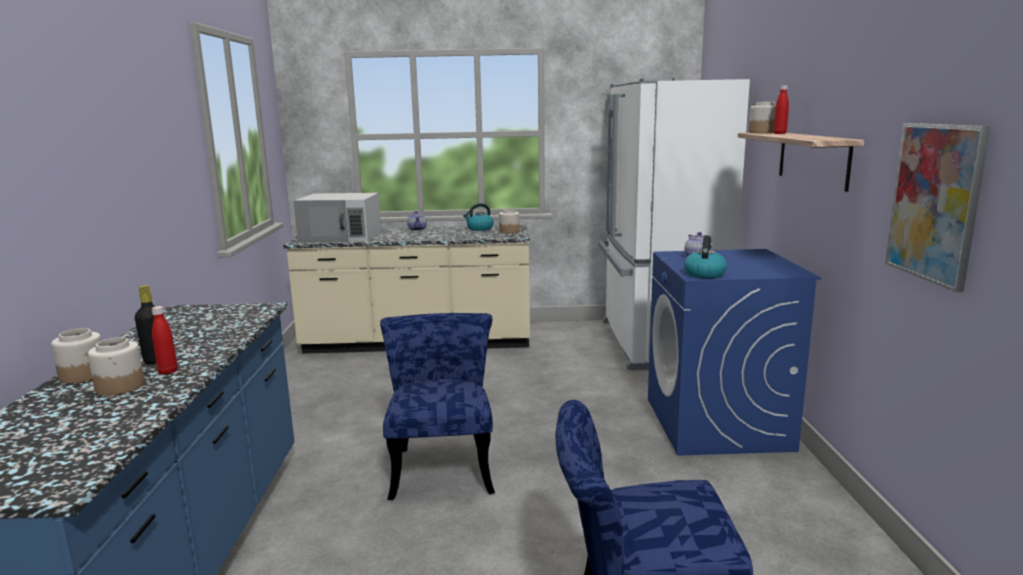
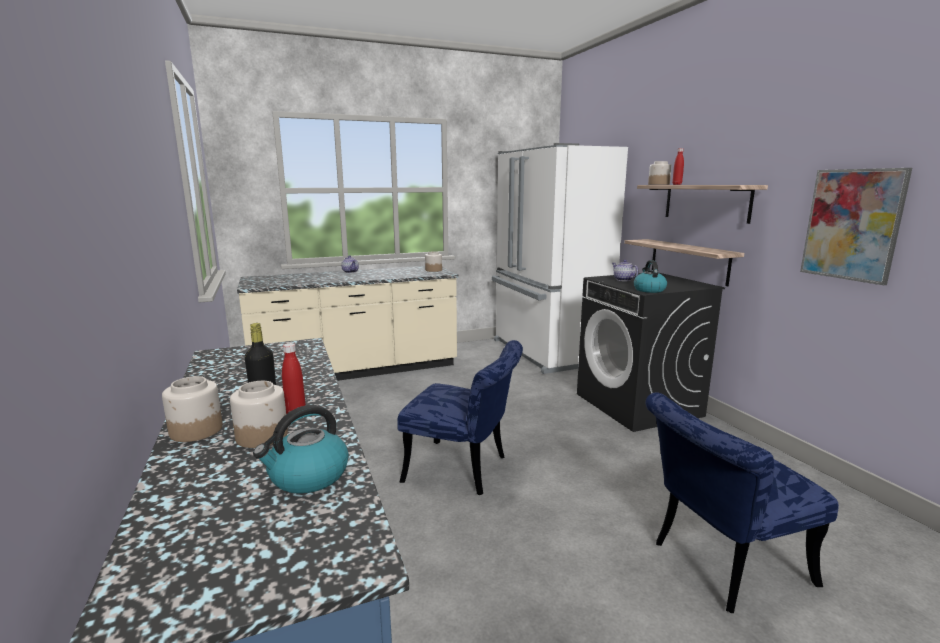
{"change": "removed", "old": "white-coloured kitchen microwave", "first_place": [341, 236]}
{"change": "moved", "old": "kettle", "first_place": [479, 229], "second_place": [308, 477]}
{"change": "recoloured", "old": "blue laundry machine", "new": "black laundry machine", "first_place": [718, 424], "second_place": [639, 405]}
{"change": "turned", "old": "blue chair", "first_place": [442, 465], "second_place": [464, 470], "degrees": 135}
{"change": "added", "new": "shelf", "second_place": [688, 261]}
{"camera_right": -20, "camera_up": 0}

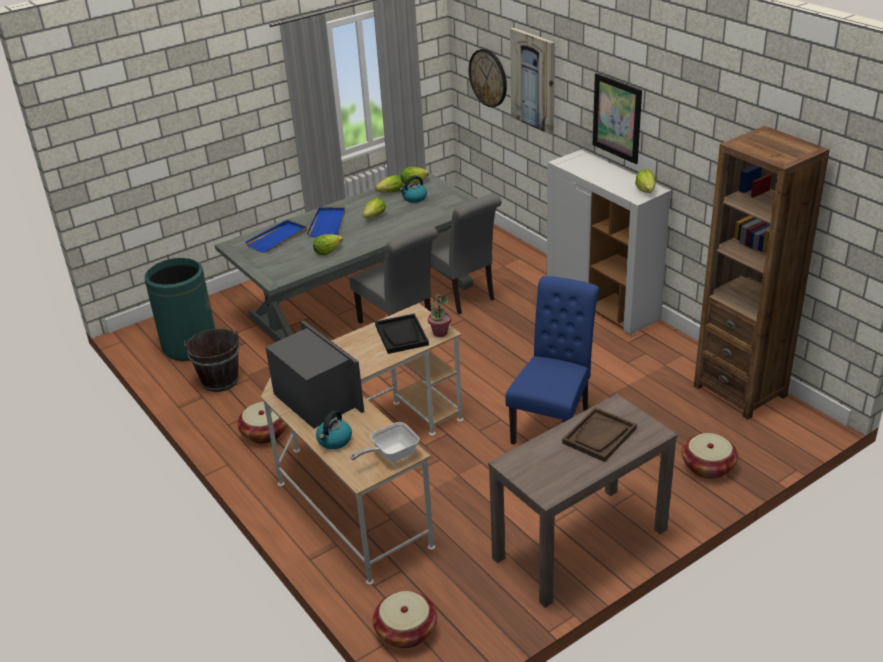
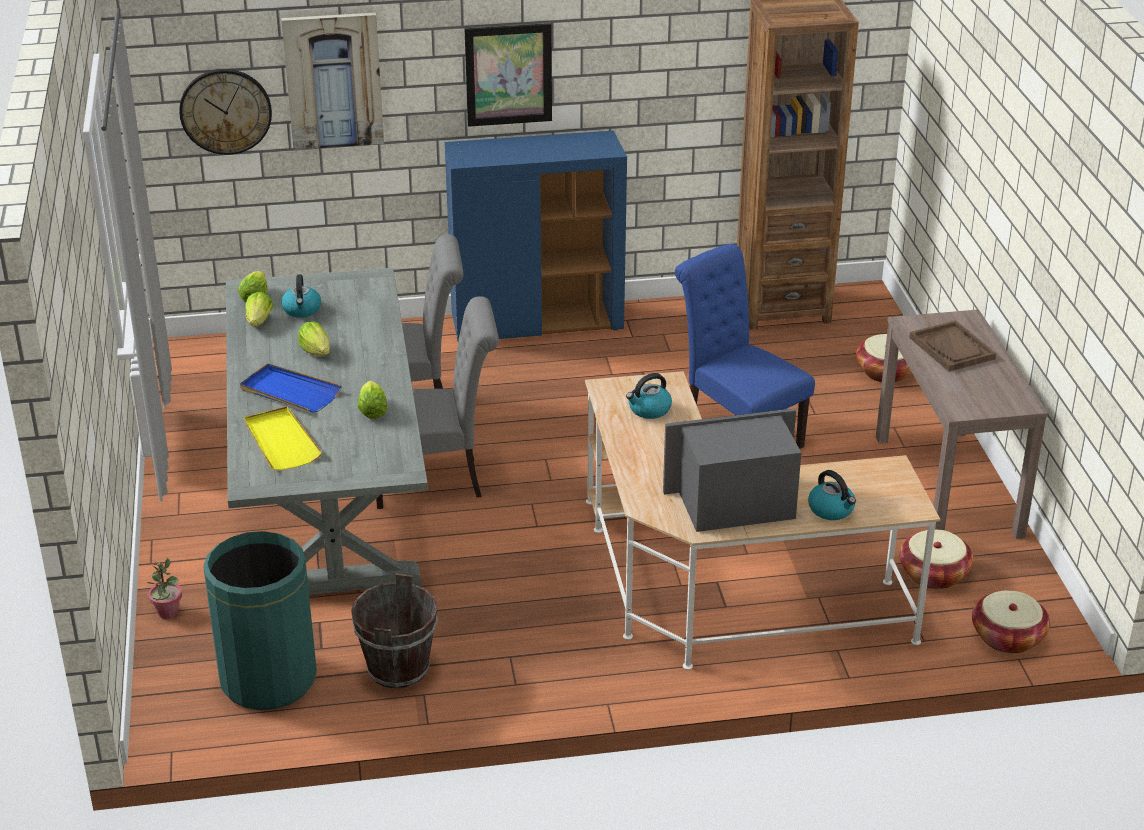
{"change": "recoloured", "old": "white-coloured storage cabinet", "new": "blue storage cabinet", "first_place": [603, 303], "second_place": [538, 323]}
{"change": "removed", "old": "head of lettuce", "first_place": [646, 190]}
{"change": "recoloured", "old": "blue serving tray", "new": "yellowish serving tray", "first_place": [277, 238], "second_place": [281, 442]}
{"change": "moved", "old": "houseplant", "first_place": [440, 333], "second_place": [167, 612]}
{"change": "replaced", "old": "black serving tray", "new": "kettle", "first_place": [401, 335], "second_place": [649, 410]}
{"change": "moved", "old": "storage basket", "first_place": [265, 433], "second_place": [933, 574]}
{"change": "removed", "old": "frying pan", "first_place": [391, 455]}
{"camera_right": -65, "camera_up": 0}

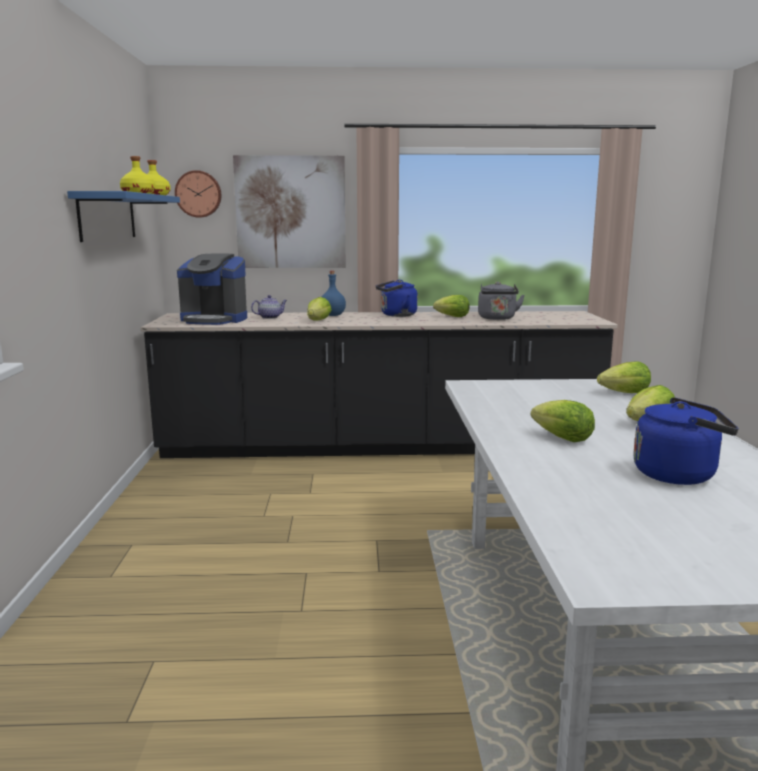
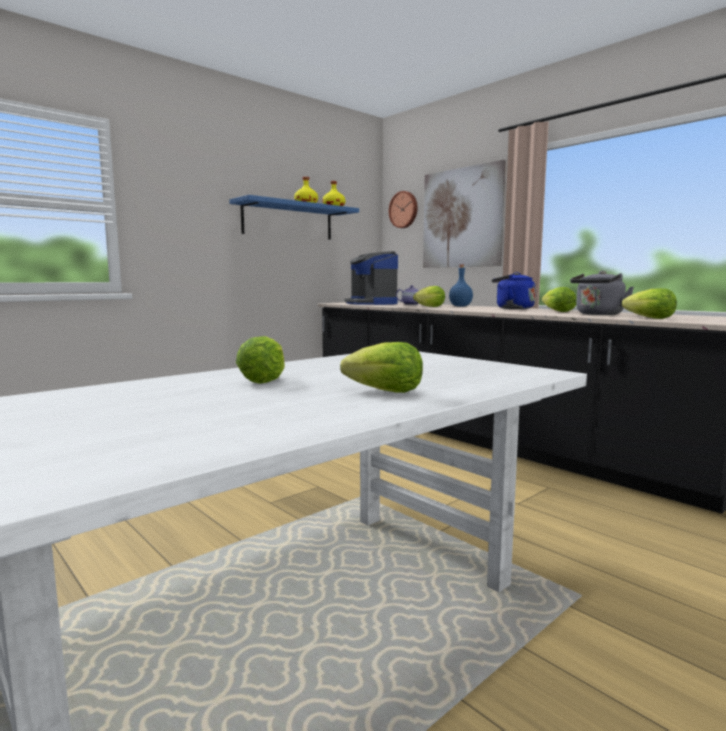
{"change": "moved", "old": "head of lettuce", "first_place": [625, 393], "second_place": [650, 318]}
{"change": "removed", "old": "blue kettle", "first_place": [679, 475]}
{"camera_right": 50, "camera_up": -5}

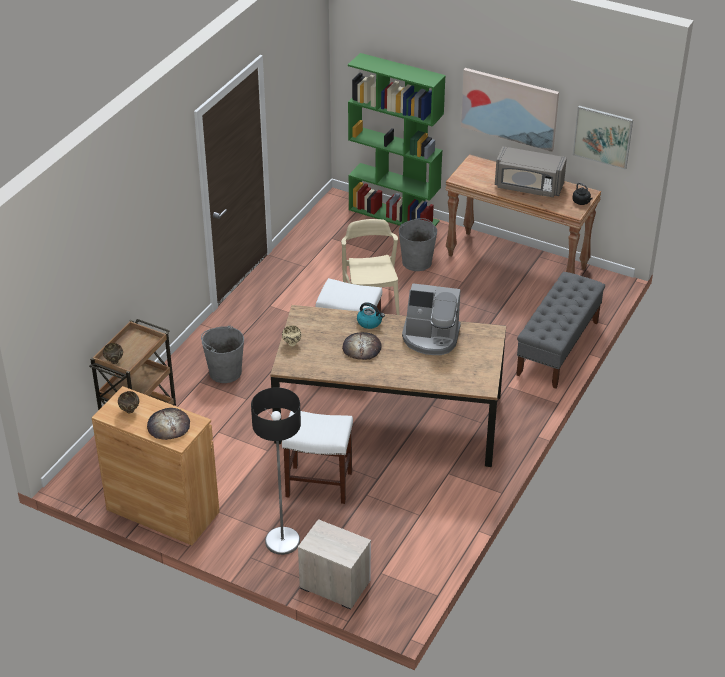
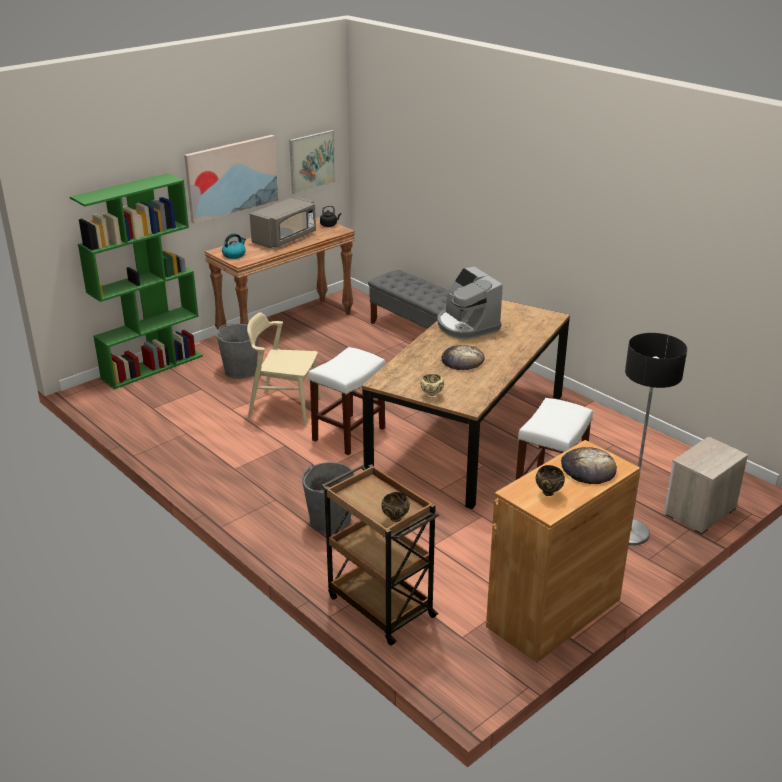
{"change": "turned", "old": "coffee machine", "first_place": [431, 337], "second_place": [466, 326], "degrees": 120}
{"change": "moved", "old": "kettle", "first_place": [370, 322], "second_place": [234, 255]}
{"camera_right": -70, "camera_up": -10}

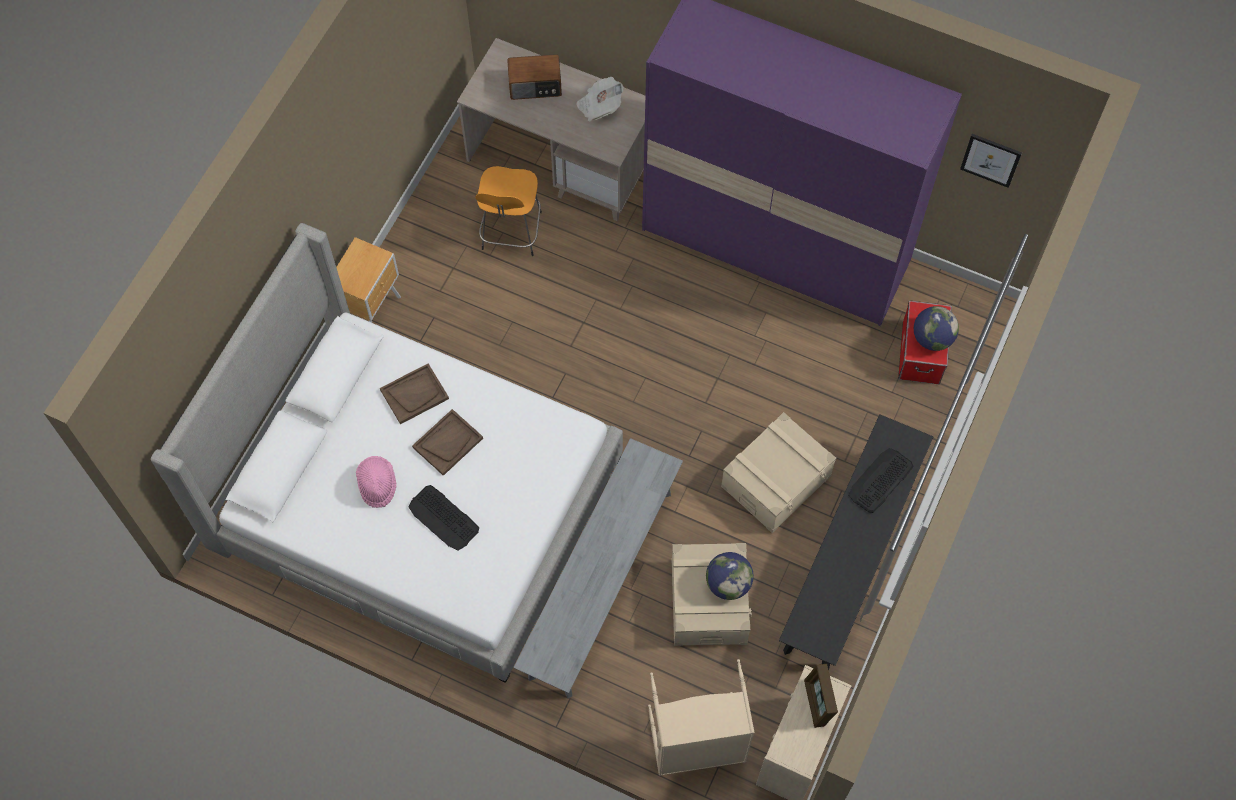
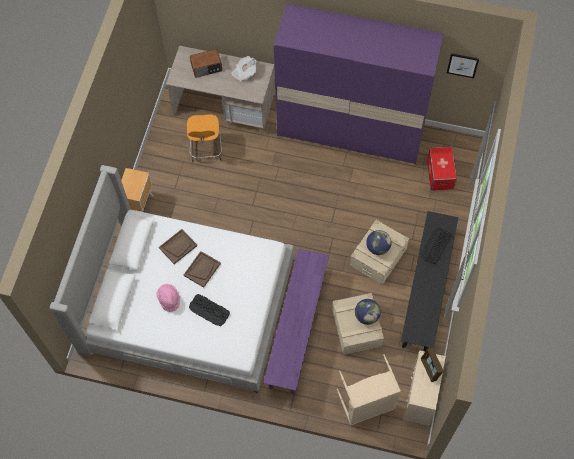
{"change": "moved", "old": "globe", "first_place": [932, 338], "second_place": [378, 247]}
{"change": "recoloured", "old": "gray indoor bench", "new": "purple-coloured indoor bench", "first_place": [601, 583], "second_place": [297, 329]}
{"camera_right": -10, "camera_up": 0}

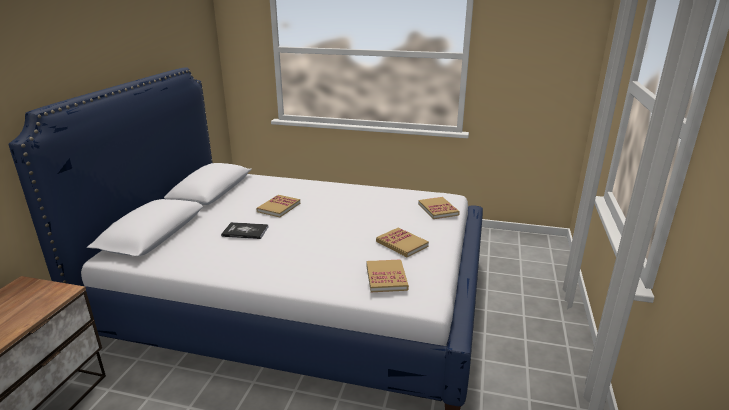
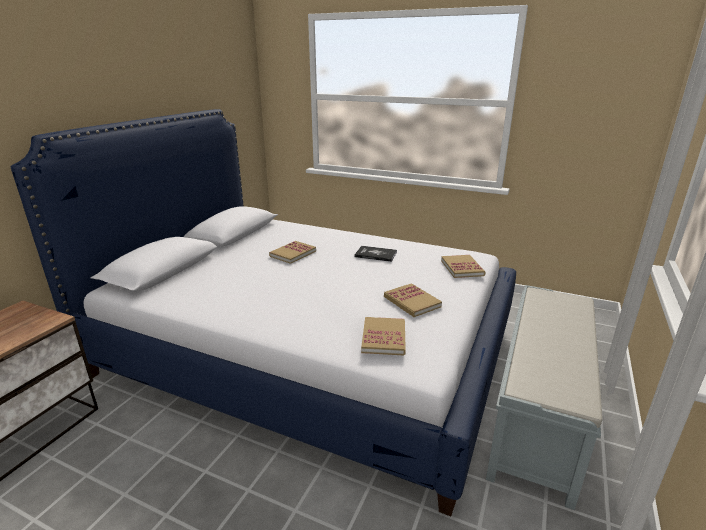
{"change": "moved", "old": "bound book", "first_place": [245, 231], "second_place": [375, 254]}
{"change": "added", "new": "gray indoor bench", "second_place": [537, 412]}
{"camera_right": 10, "camera_up": 0}

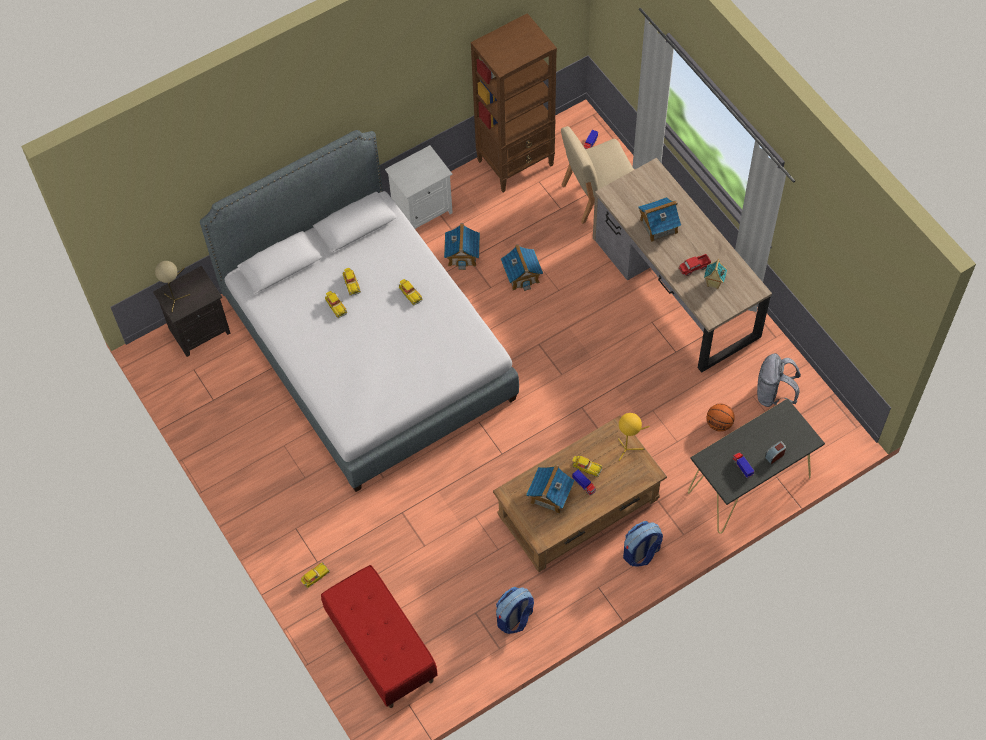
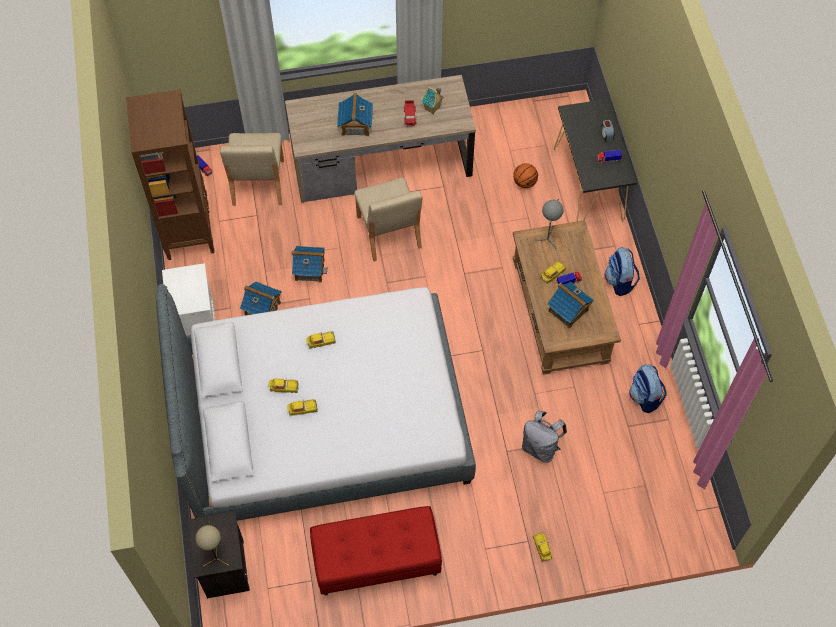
{"change": "moved", "old": "gray knapsack", "first_place": [773, 394], "second_place": [540, 447]}
{"change": "recoloured", "old": "yellowish tabletop lamp", "new": "gray tabletop lamp", "first_place": [628, 449], "second_place": [548, 237]}
{"change": "moved", "old": "reddish indoor bench", "first_place": [381, 648], "second_place": [376, 562]}
{"change": "added", "new": "sand-coloured chair", "second_place": [388, 233]}
{"camera_right": -70, "camera_up": 0}

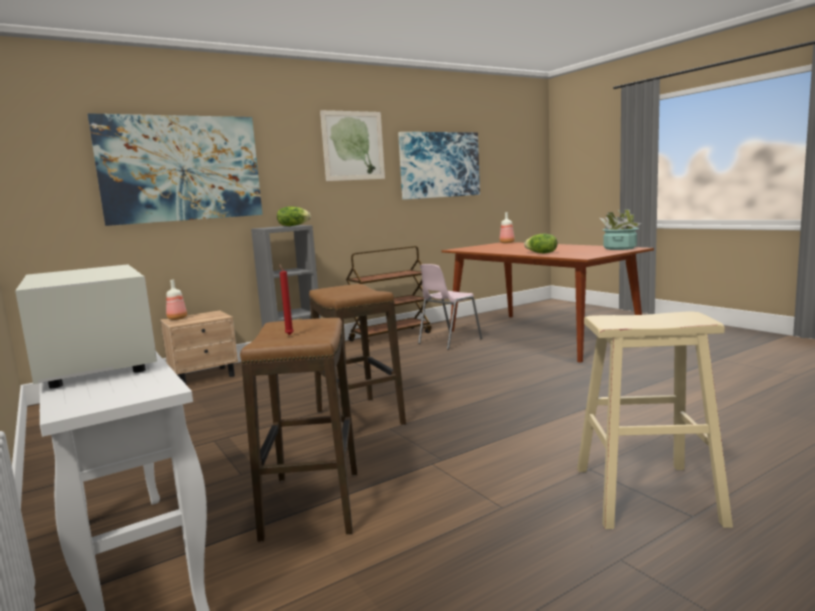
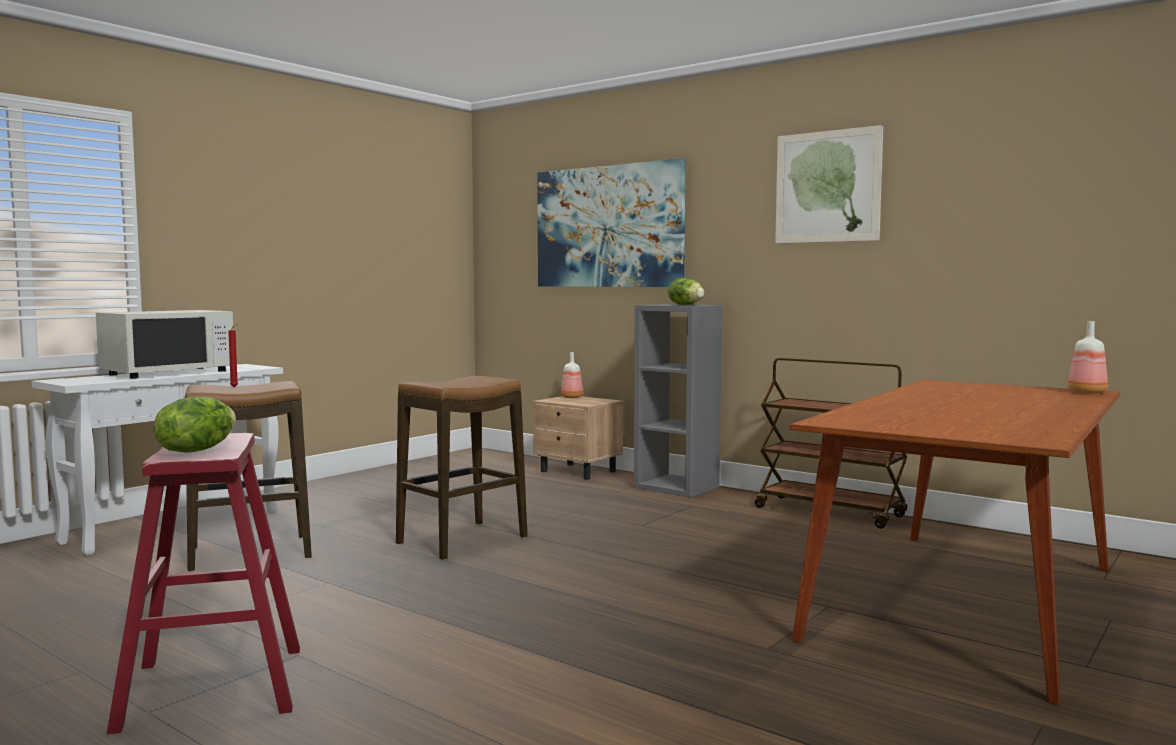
{"change": "removed", "old": "wall picture", "first_place": [439, 165]}
{"change": "removed", "old": "houseplant", "first_place": [619, 248]}
{"change": "moved", "old": "head of lettuce", "first_place": [541, 253], "second_place": [197, 450]}
{"change": "removed", "old": "pink-coloured chair", "first_place": [448, 341]}
{"change": "recoloured", "old": "sand-coloured sitting stool", "new": "reddish sitting stool", "first_place": [646, 495], "second_place": [213, 687]}
{"camera_right": 70, "camera_up": -5}

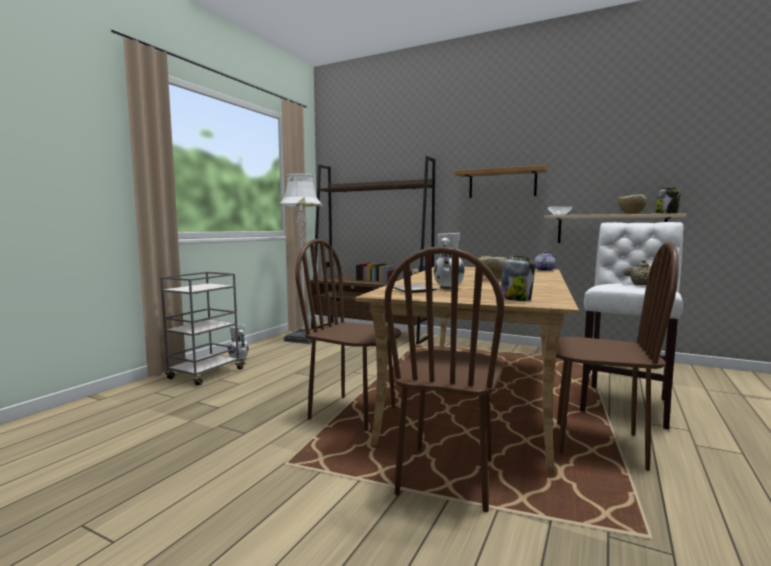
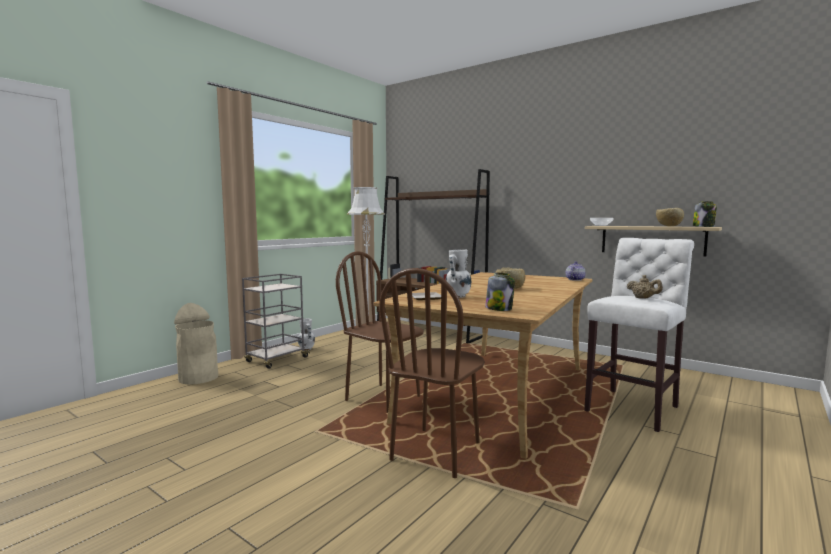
{"change": "removed", "old": "shelf", "first_place": [502, 183]}
{"change": "removed", "old": "brown chair", "first_place": [598, 444]}
{"change": "added", "new": "sand-coloured trash can", "second_place": [198, 378]}
{"camera_right": 10, "camera_up": 0}

